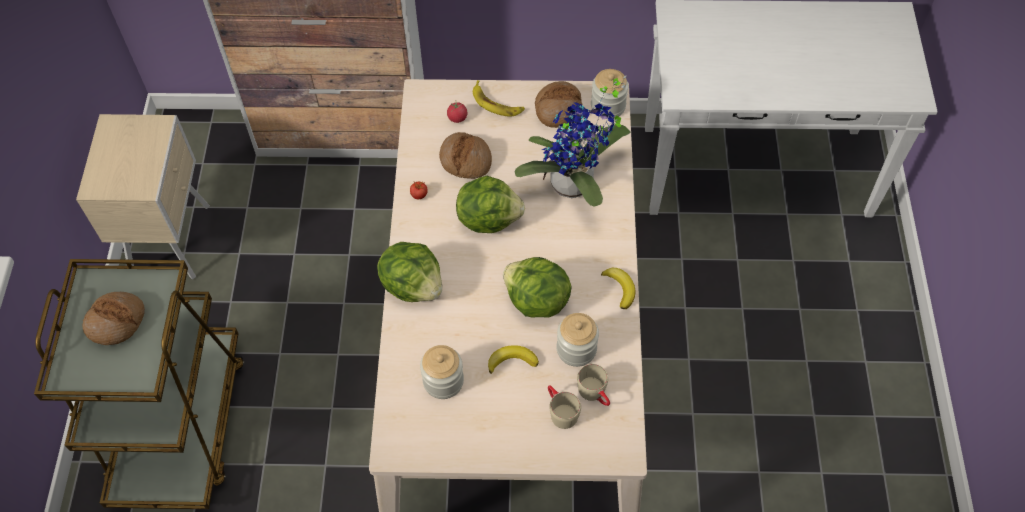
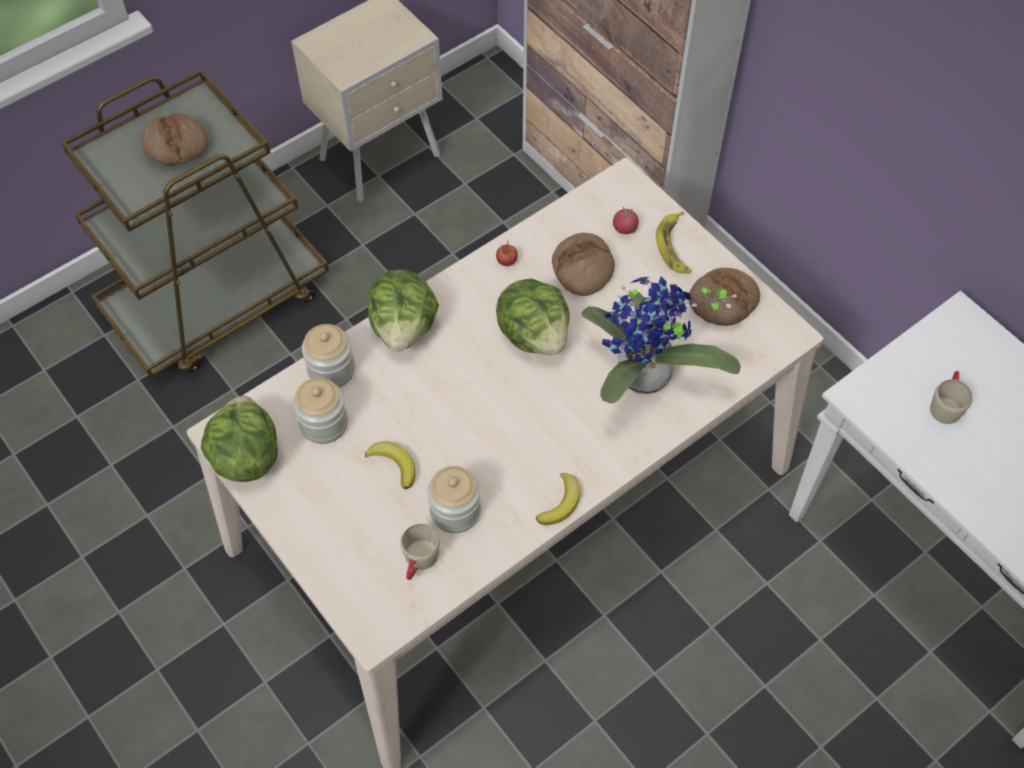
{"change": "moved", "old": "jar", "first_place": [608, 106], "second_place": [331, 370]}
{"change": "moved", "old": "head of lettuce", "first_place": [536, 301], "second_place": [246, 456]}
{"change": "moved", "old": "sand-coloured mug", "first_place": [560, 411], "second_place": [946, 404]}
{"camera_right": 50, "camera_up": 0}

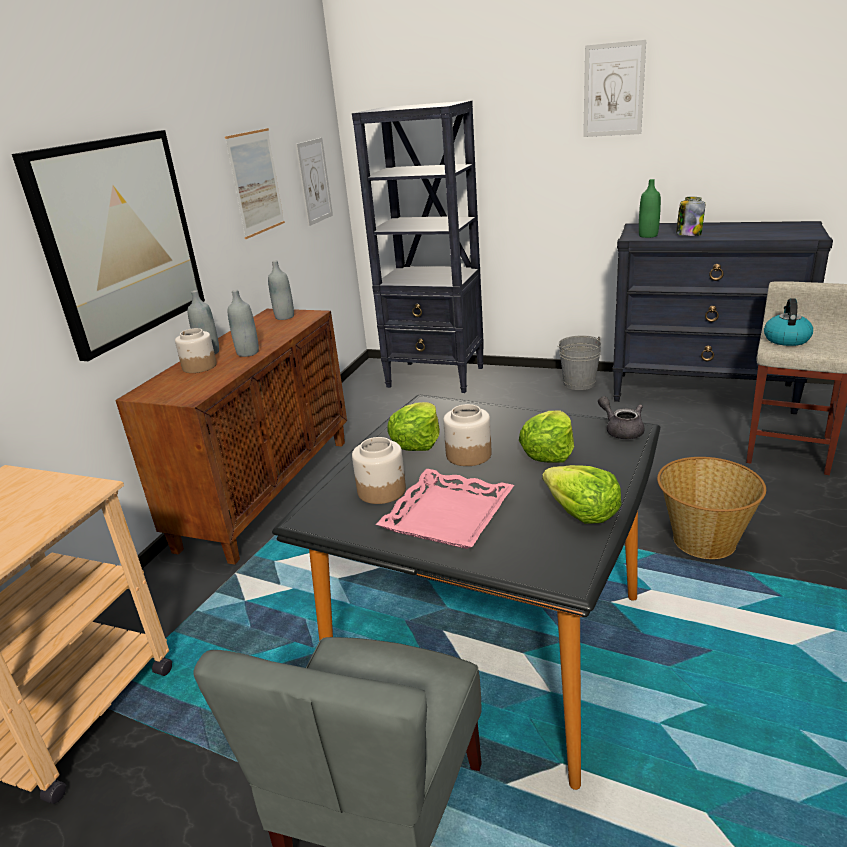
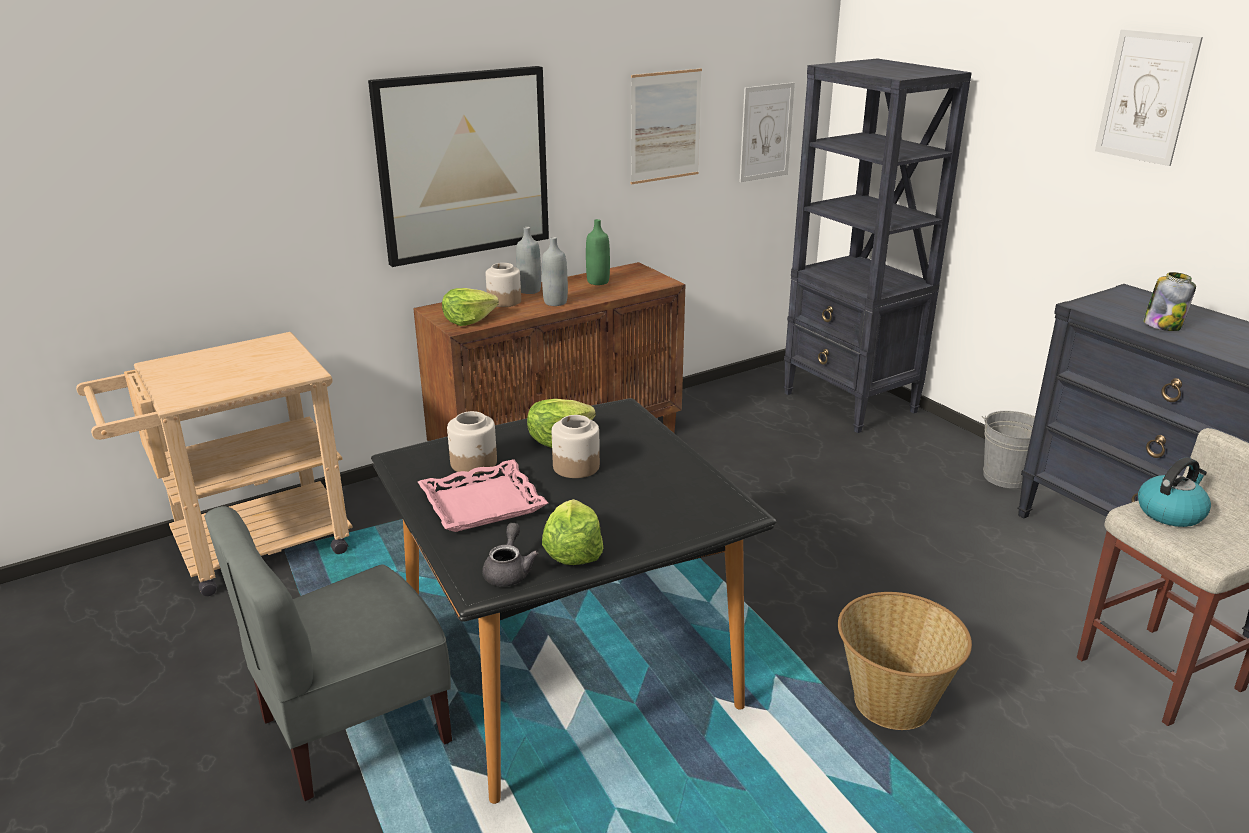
{"change": "moved", "old": "green-coloured drink bottle", "first_place": [648, 235], "second_place": [598, 282]}
{"change": "removed", "old": "gray drink bottle", "first_place": [284, 317]}
{"change": "moved", "old": "gray pot for tea", "first_place": [621, 430], "second_place": [509, 571]}
{"change": "moved", "old": "head of lettuce", "first_place": [548, 453], "second_place": [468, 320]}
{"camera_right": 35, "camera_up": 0}

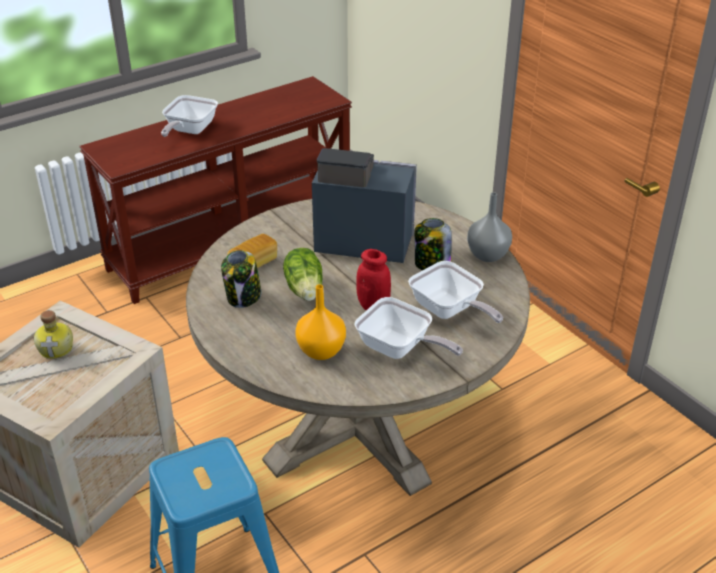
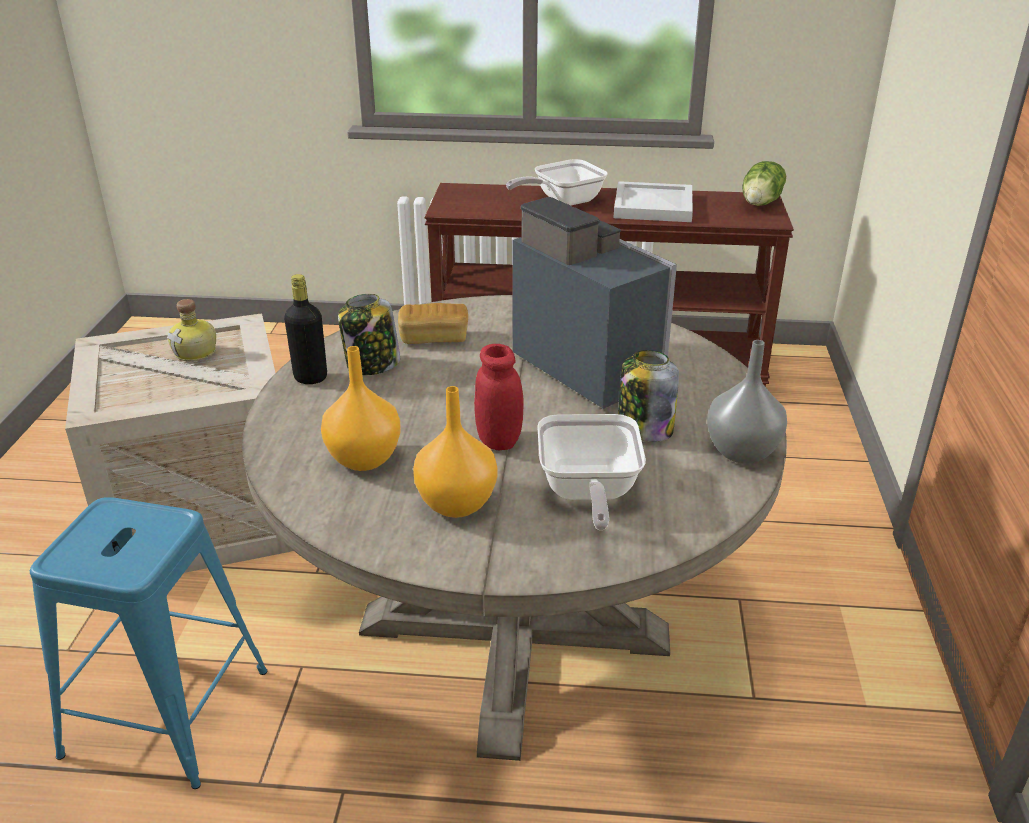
{"change": "moved", "old": "head of lettuce", "first_place": [305, 289], "second_place": [761, 203]}
{"change": "replaced", "old": "frying pan", "new": "orange flower vase", "first_place": [399, 349], "second_place": [455, 505]}
{"change": "added", "new": "white-coloured serving tray", "second_place": [652, 206]}
{"change": "added", "new": "black drink bottle", "second_place": [310, 377]}
{"camera_right": 40, "camera_up": -5}

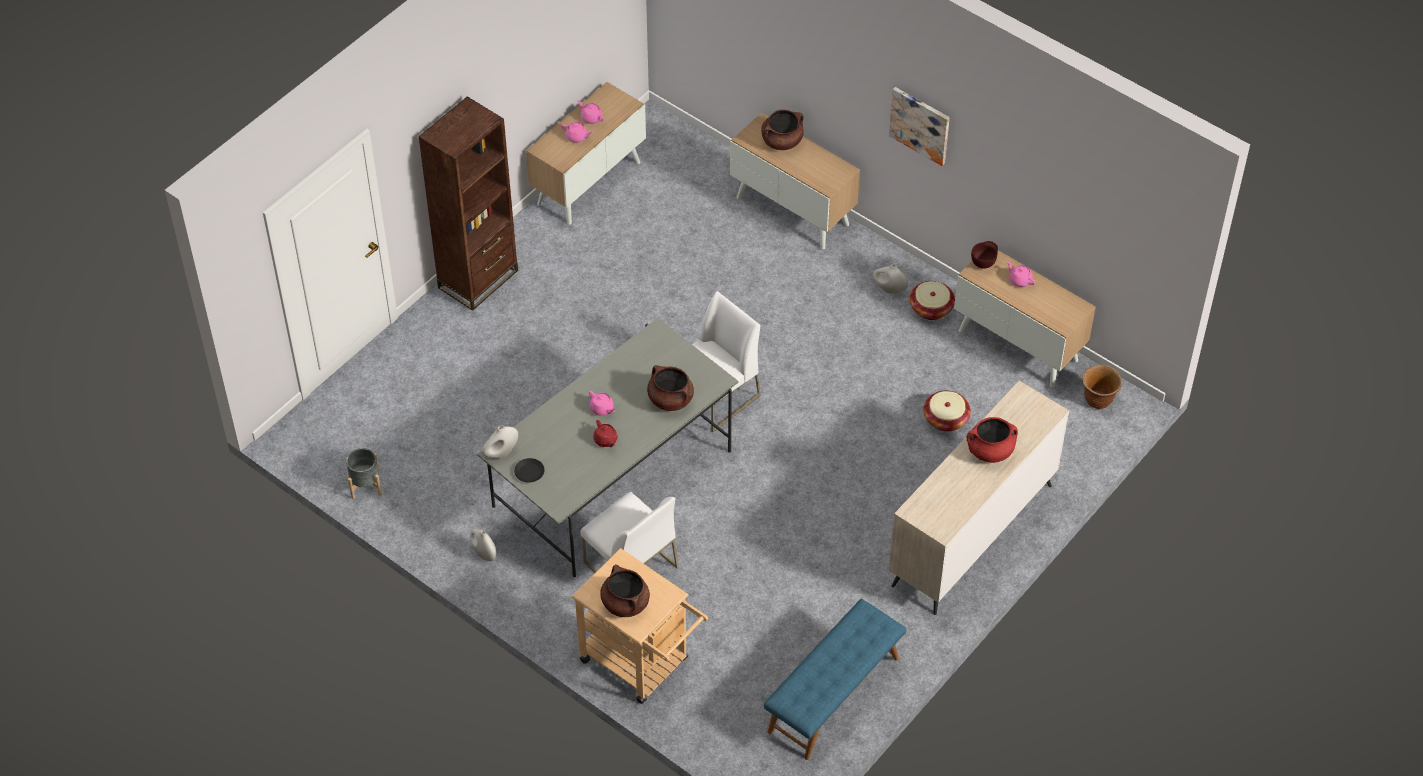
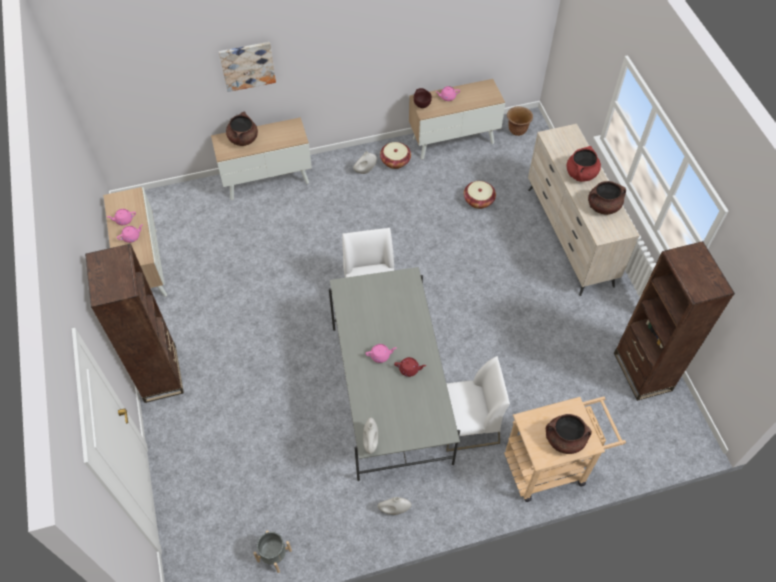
{"change": "moved", "old": "wall picture", "first_place": [920, 125], "second_place": [247, 66]}
{"change": "moved", "old": "brown saucepot", "first_place": [670, 399], "second_place": [603, 206]}
{"change": "removed", "old": "black plate", "first_place": [529, 472]}
{"change": "replaced", "old": "blue indoor bench", "new": "brown bookshelf", "first_place": [834, 695], "second_place": [642, 372]}
{"camera_right": -55, "camera_up": 5}

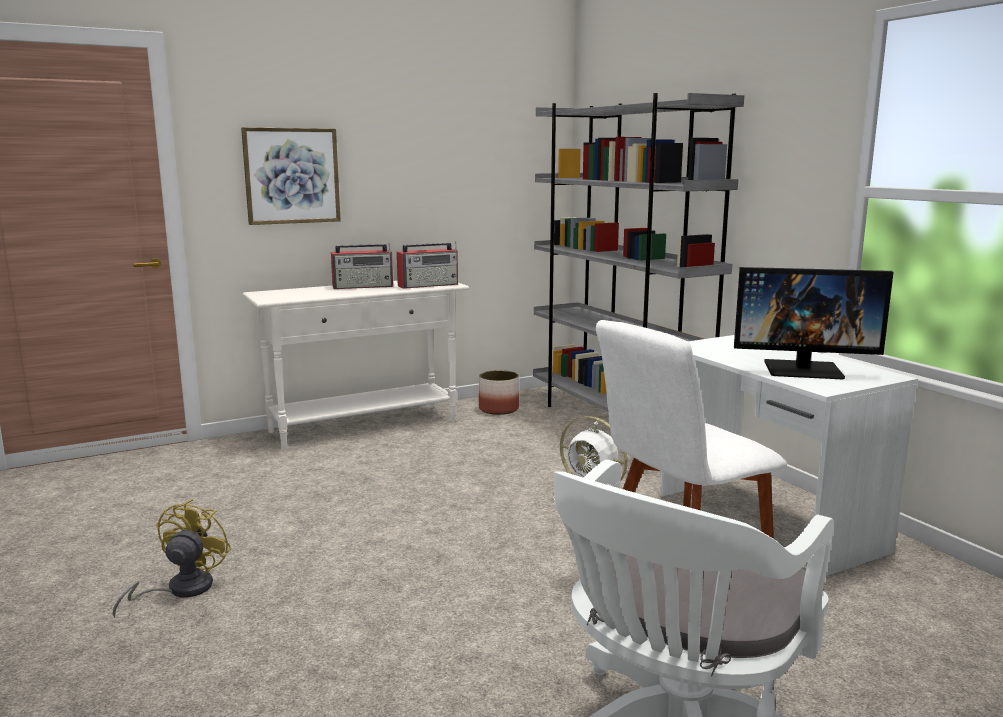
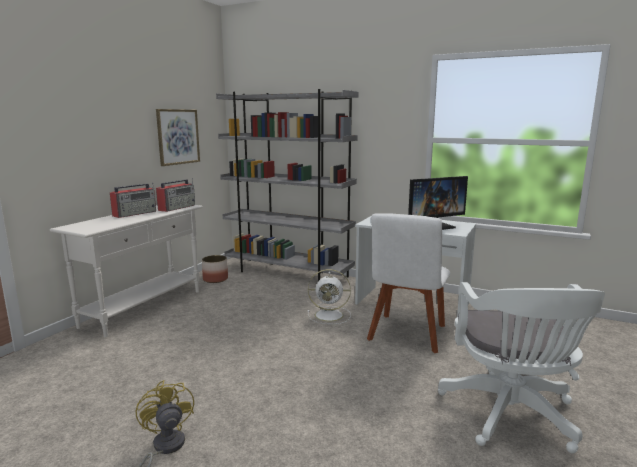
{"change": "moved", "old": "wall picture", "first_place": [292, 176], "second_place": [178, 137]}
{"camera_right": -35, "camera_up": 0}

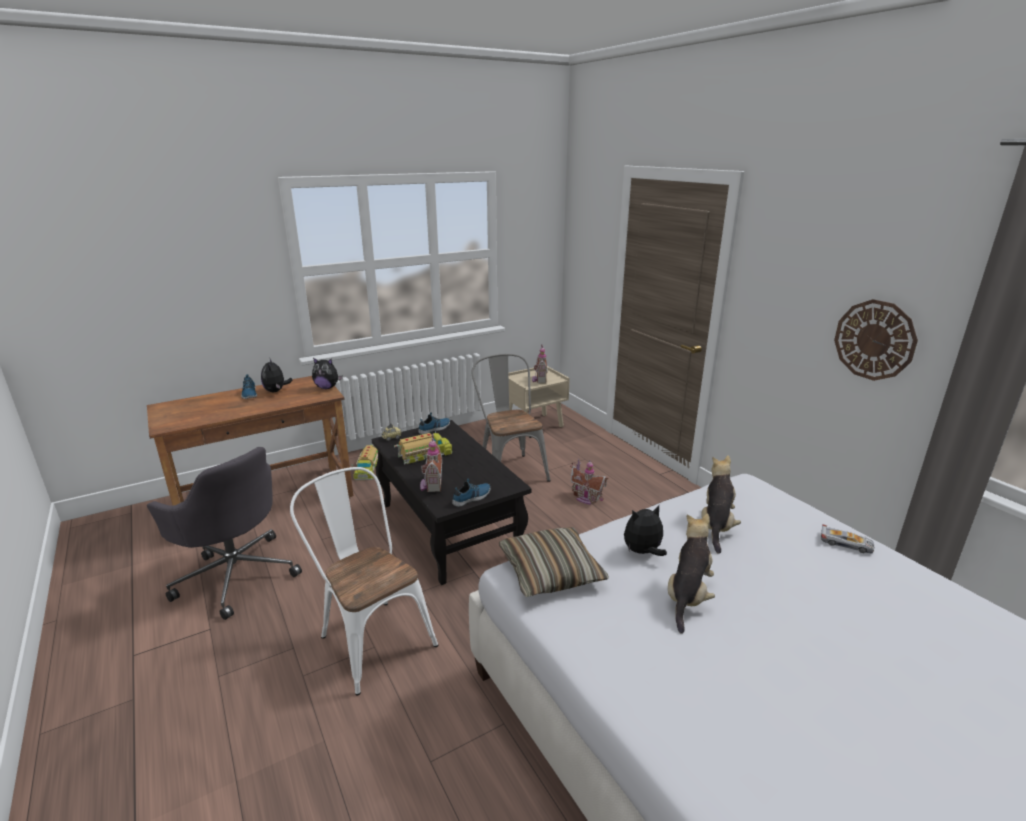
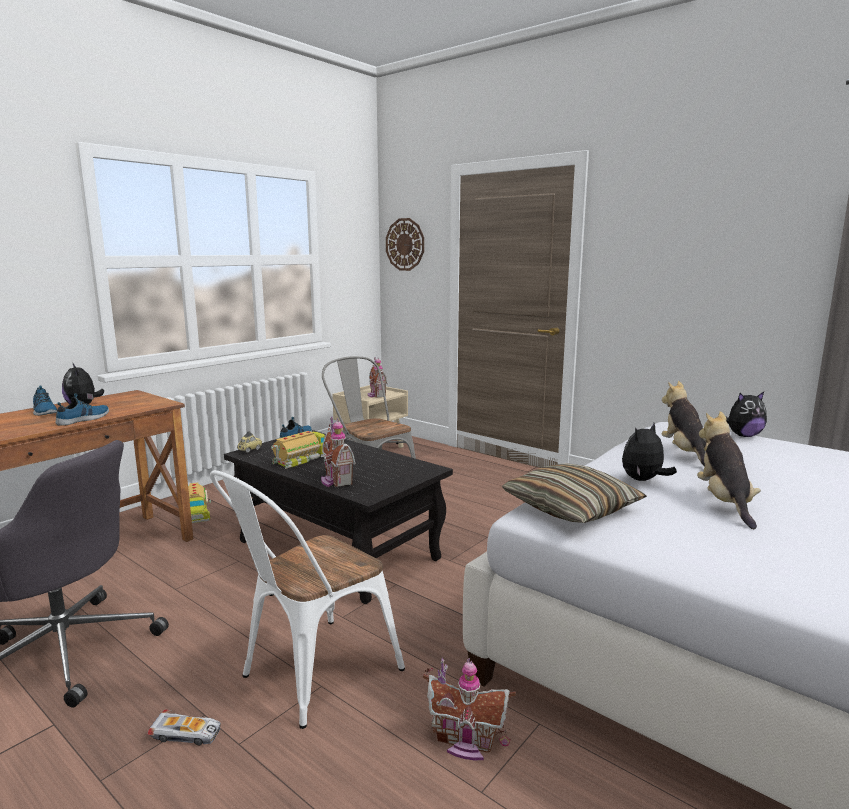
{"change": "moved", "old": "hanging clock", "first_place": [874, 340], "second_place": [405, 244]}
{"change": "moved", "old": "cuddly toy", "first_place": [327, 387], "second_place": [743, 435]}
{"change": "moved", "old": "model house", "first_place": [586, 498], "second_place": [466, 743]}
{"change": "turned", "old": "white-coloured chair", "first_place": [371, 637], "second_place": [310, 676], "degrees": -75}
{"change": "moved", "old": "low shoe", "first_place": [472, 497], "second_place": [84, 419]}
{"change": "moved", "old": "miniature car", "first_place": [845, 543], "second_place": [186, 733]}
{"camera_right": -20, "camera_up": -10}

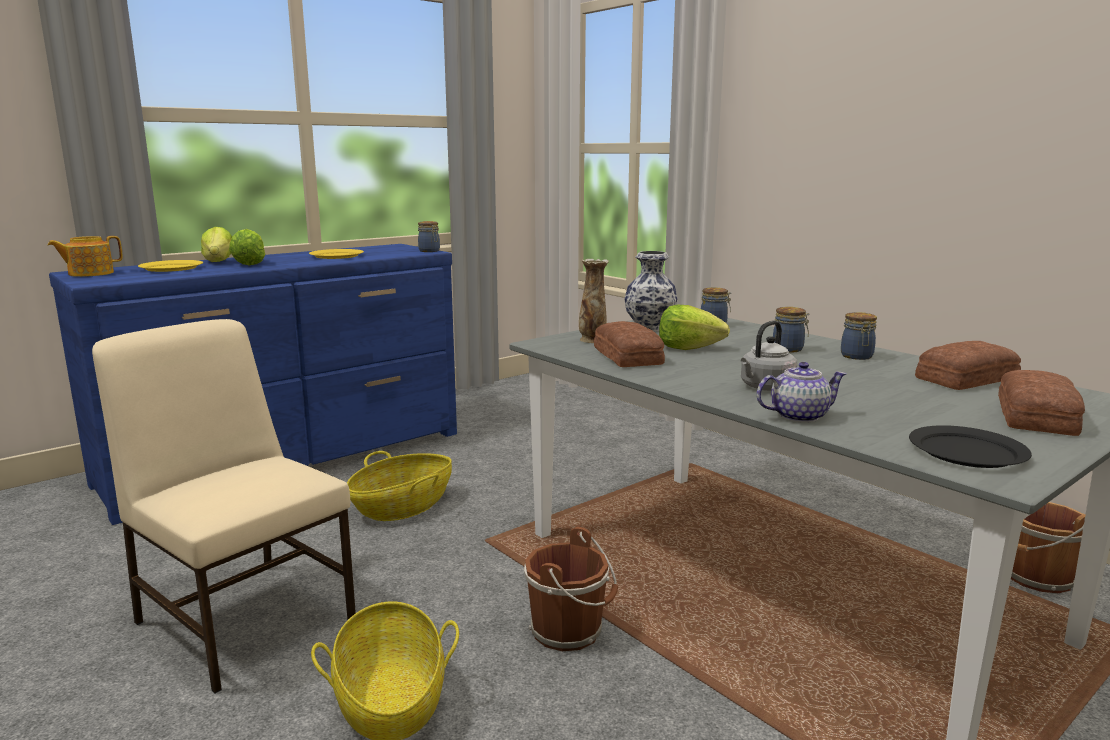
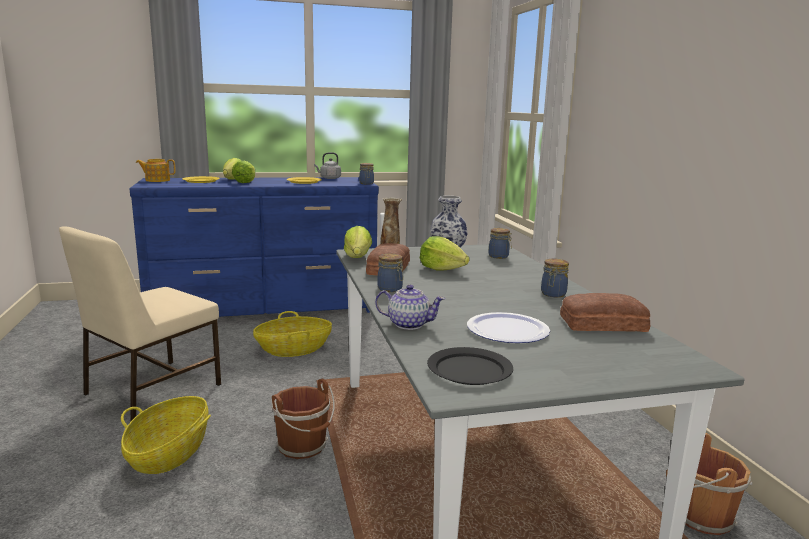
{"change": "moved", "old": "jar", "first_place": [789, 349], "second_place": [390, 289]}
{"change": "turned", "old": "sand-coloured chair", "first_place": [245, 618], "second_place": [150, 390], "degrees": -120}
{"change": "moved", "old": "gray kettle", "first_place": [765, 387], "second_place": [329, 178]}
{"change": "removed", "old": "baked bread", "first_place": [1038, 416]}
{"change": "added", "new": "head of lettuce", "second_place": [357, 257]}
{"change": "added", "new": "plate", "second_place": [507, 330]}
{"camera_right": 25, "camera_up": 0}

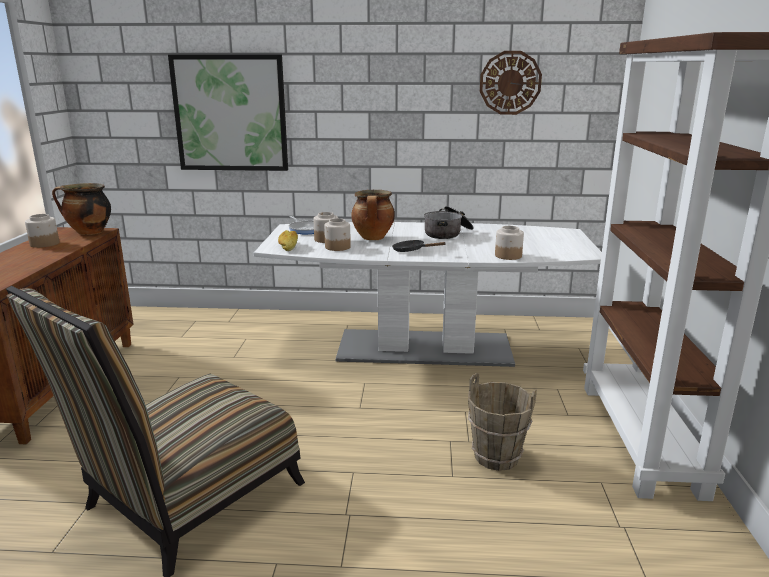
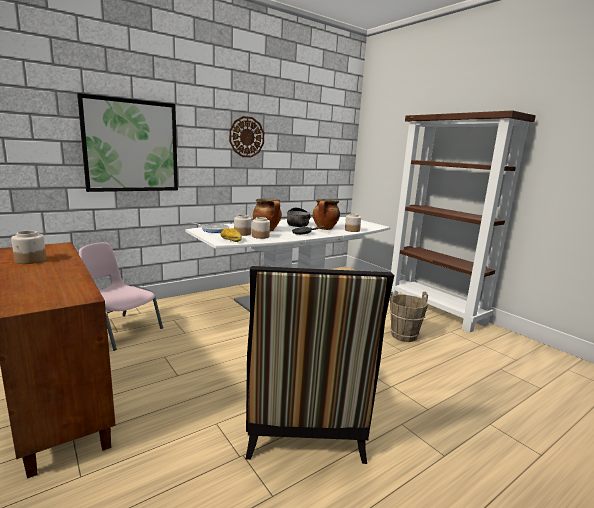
{"change": "moved", "old": "hanging clock", "first_place": [510, 83], "second_place": [246, 137]}
{"change": "moved", "old": "saucepot", "first_place": [89, 233], "second_place": [325, 229]}
{"change": "added", "new": "pink-coloured chair", "second_place": [120, 330]}
{"camera_right": -40, "camera_up": -5}

